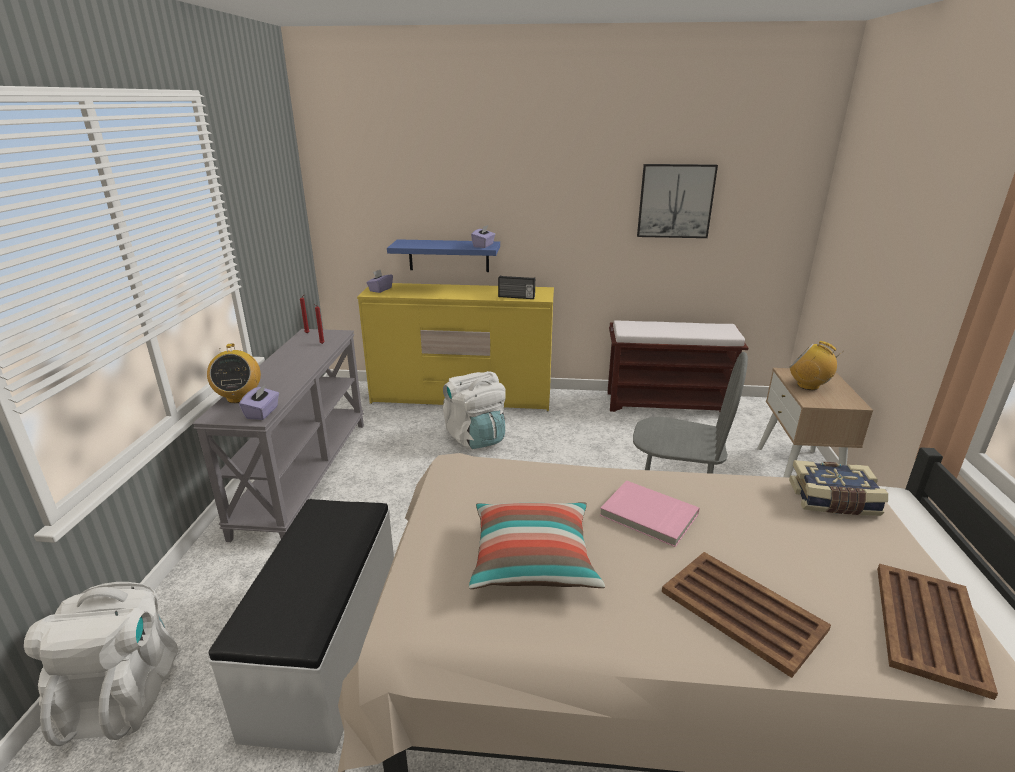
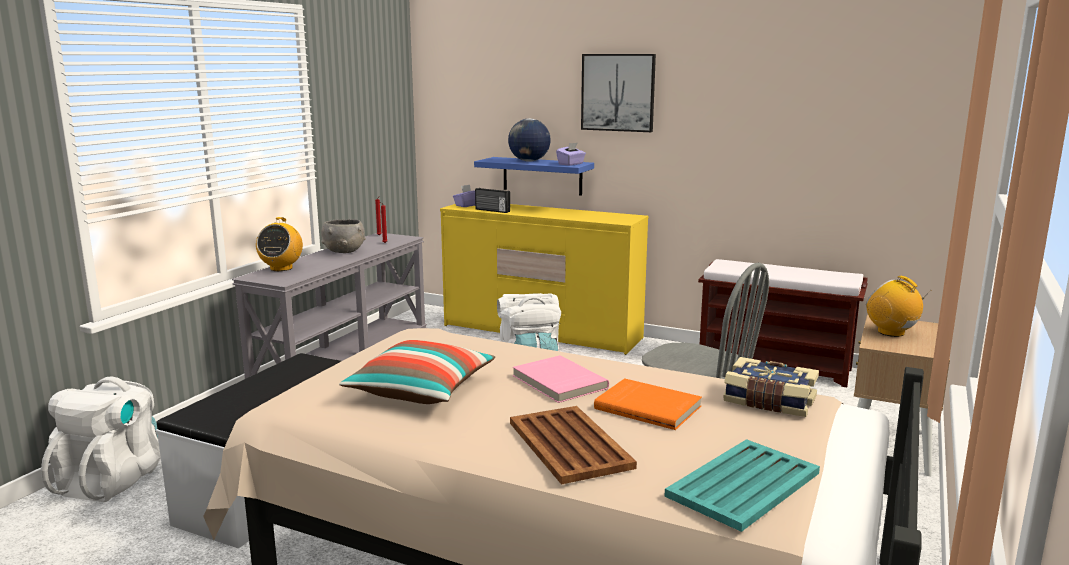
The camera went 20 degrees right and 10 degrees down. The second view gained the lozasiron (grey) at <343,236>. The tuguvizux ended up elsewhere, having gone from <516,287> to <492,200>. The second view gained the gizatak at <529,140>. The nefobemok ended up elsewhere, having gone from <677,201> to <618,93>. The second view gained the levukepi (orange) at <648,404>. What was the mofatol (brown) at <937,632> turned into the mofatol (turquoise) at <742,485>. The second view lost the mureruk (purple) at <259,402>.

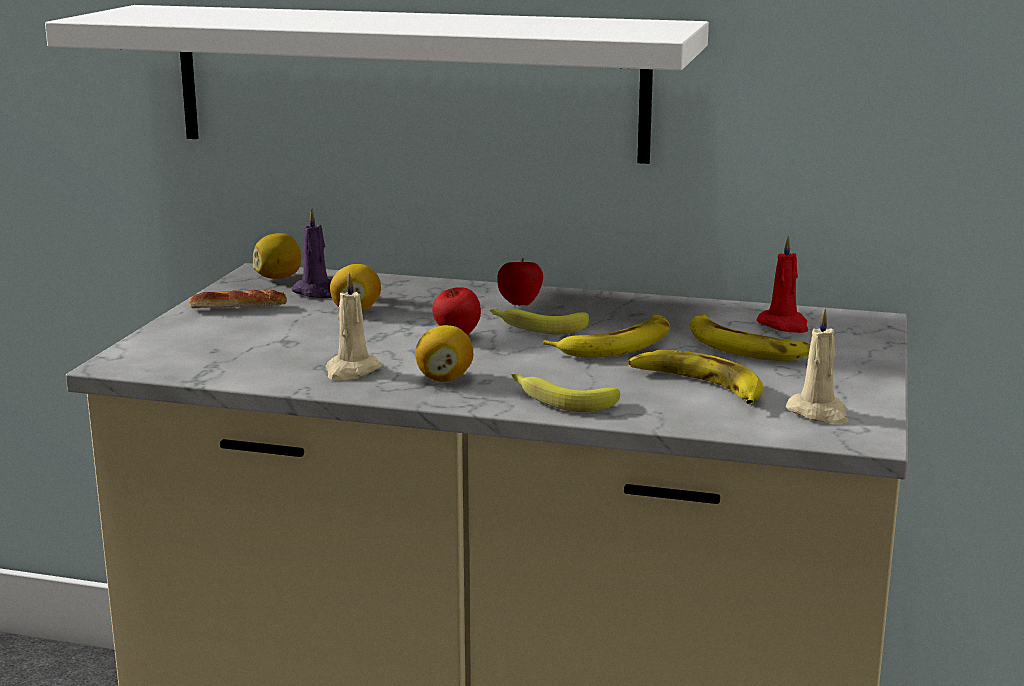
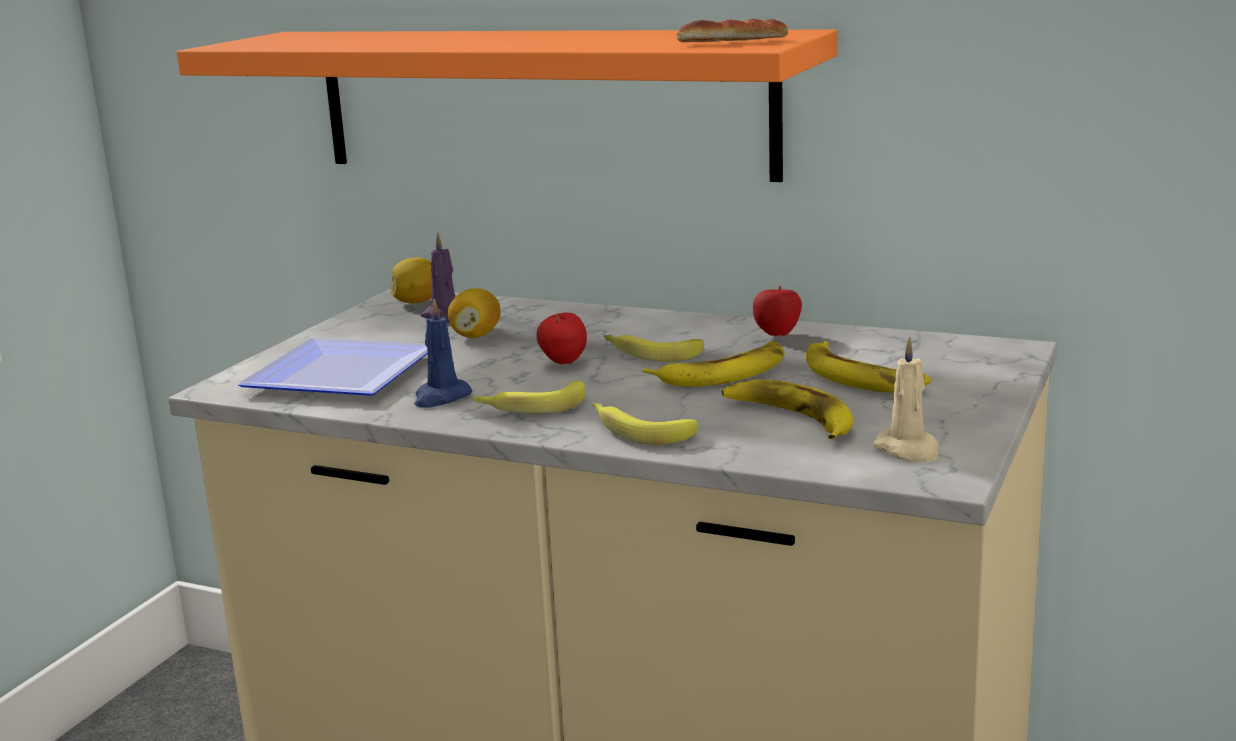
The camera went 10 degrees right and 0 degrees up. What was the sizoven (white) at <377,84> turned into the sizoven (orange) at <507,105>. The second view gained the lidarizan at <332,367>. What was the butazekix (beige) at <354,327> turned into the butazekix (blue) at <443,353>. Where the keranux stood at <444,353>, the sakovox came to stand at <529,397>. The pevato ended up elsewhere, having gone from <238,299> to <732,31>. The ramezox ended up elsewhere, having gone from <520,281> to <777,311>. The second view lost the butazekix (red) at <782,284>.

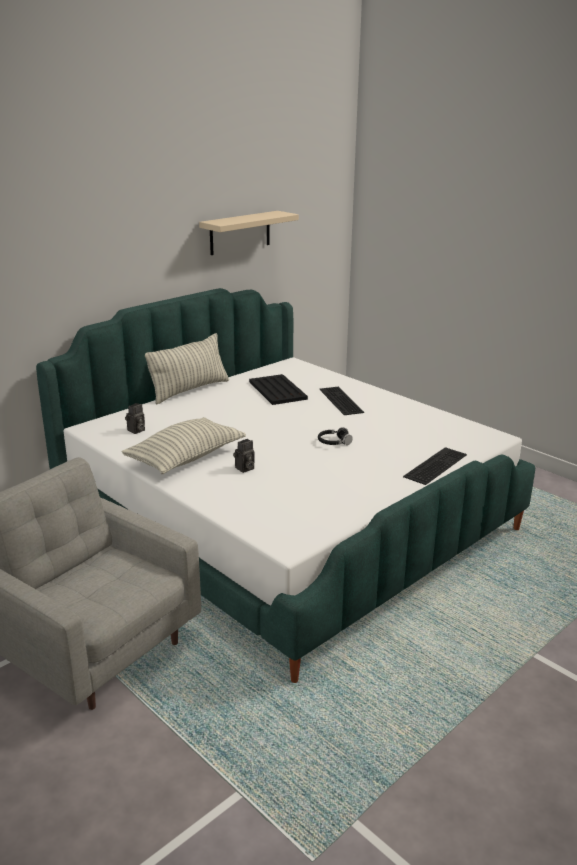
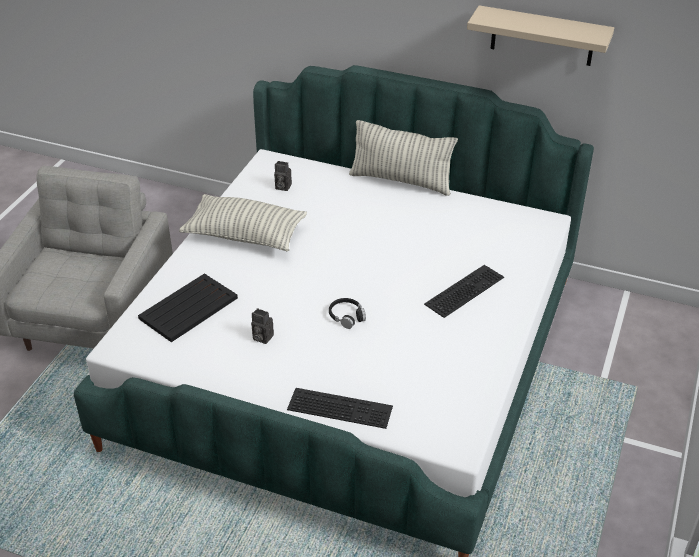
The camera went 65 degrees right and 15 degrees up. The mofatol (black) ended up elsewhere, having gone from <278,389> to <188,307>. The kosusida ended up elsewhere, having gone from <243,456> to <262,326>.

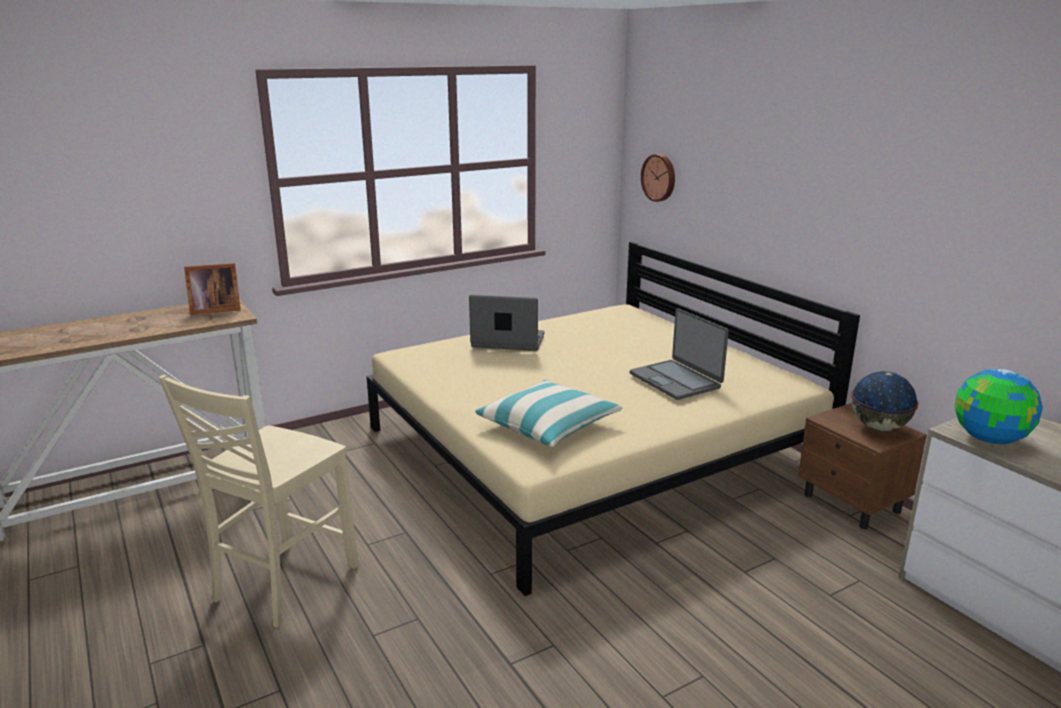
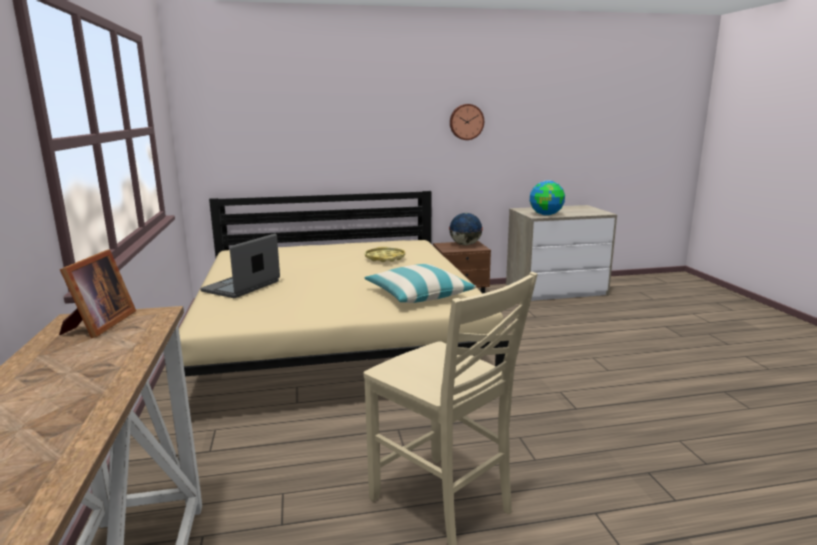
The camera went 70 degrees left and 5 degrees down. Where the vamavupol stood at <679,354>, the mofatol (yellow) came to stand at <385,254>. The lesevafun ended up elsewhere, having gone from <658,178> to <467,122>.

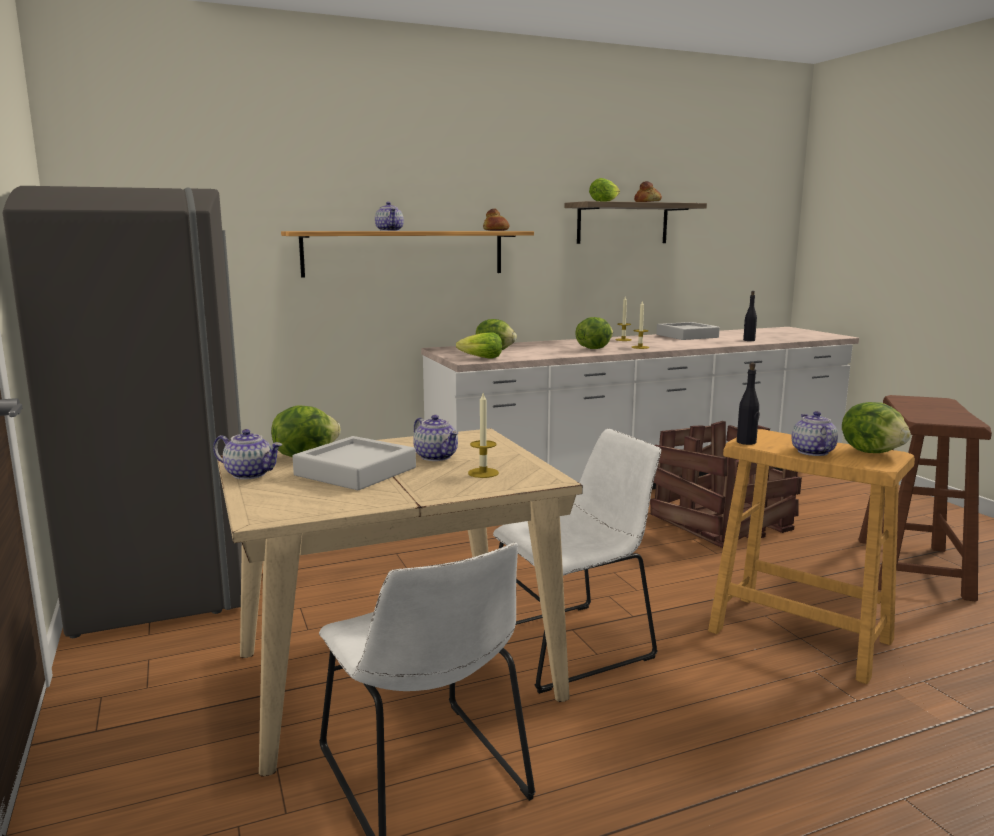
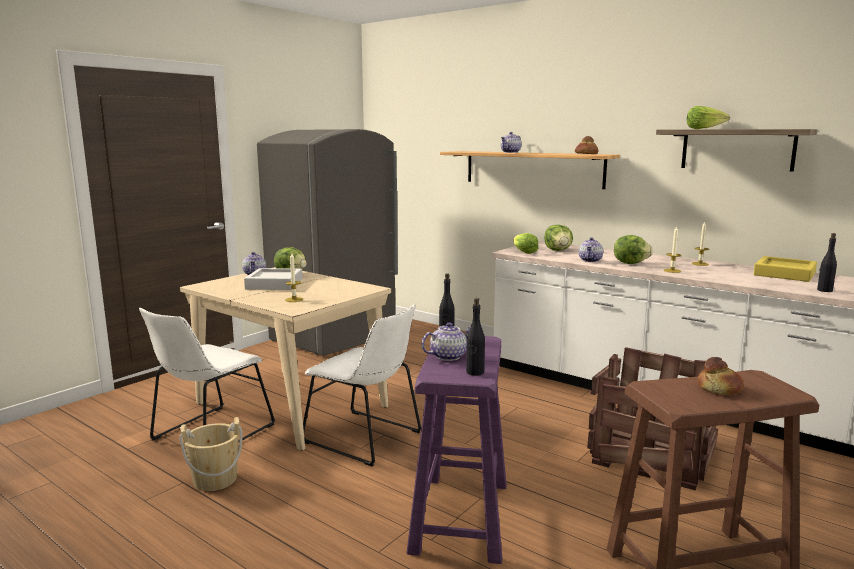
The camera went 60 degrees right and 0 degrees up. The second view gained the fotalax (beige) at <210,454>. What was the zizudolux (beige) at <811,556> turned into the zizudolux (purple) at <456,450>. Where the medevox stood at <876,427>, the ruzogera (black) came to stand at <475,337>. The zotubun ended up elsewhere, having gone from <435,438> to <591,249>. The pevato ended up elsewhere, having gone from <648,191> to <720,376>. What was the mofatol (grey) at <688,331> turned into the mofatol (yellow) at <785,269>.

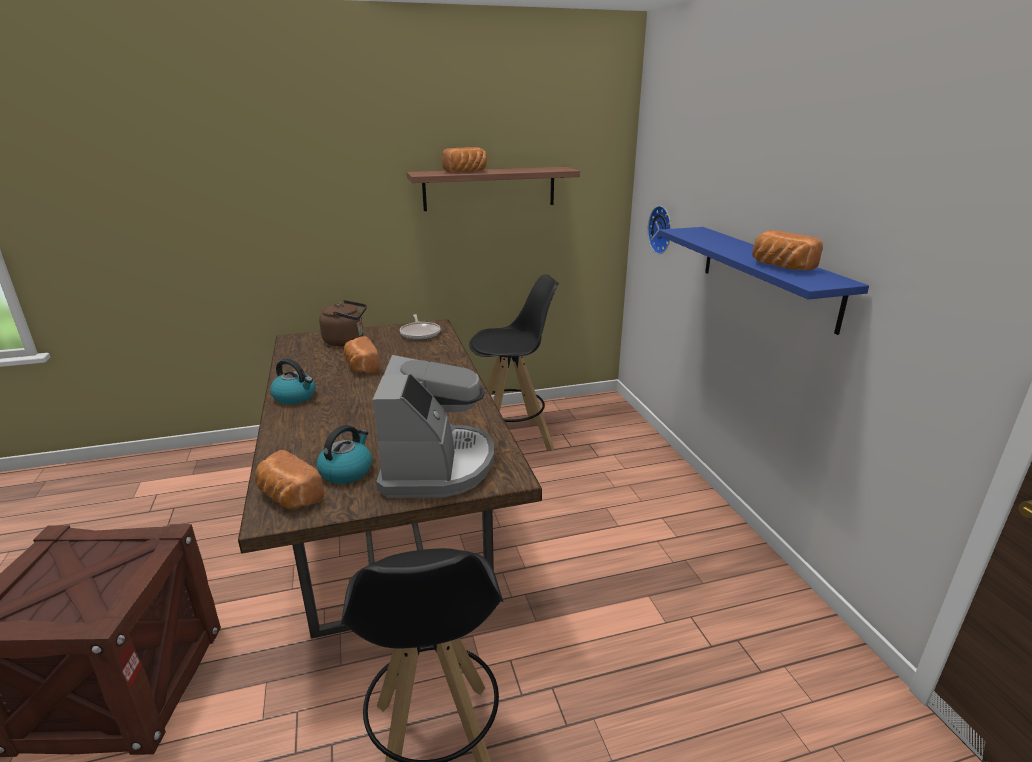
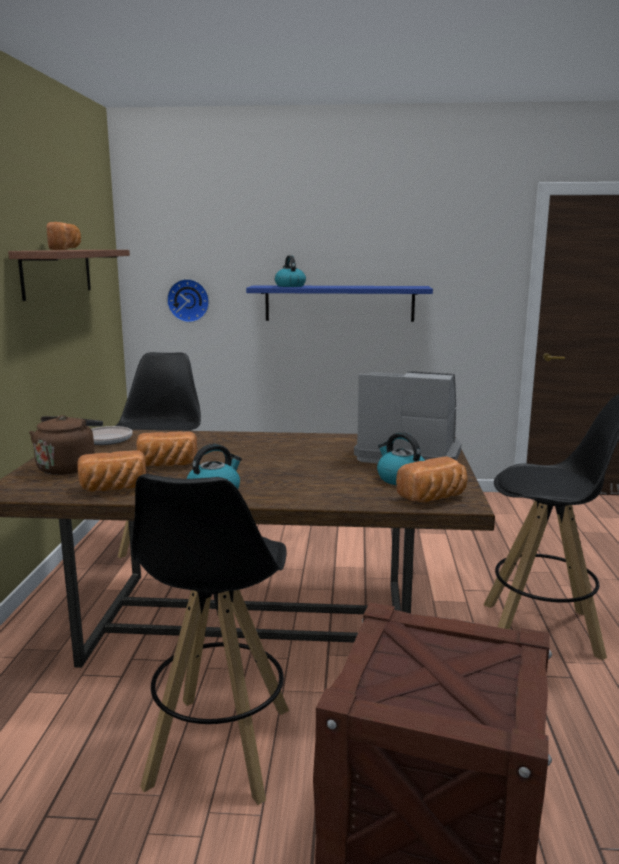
The camera went 70 degrees left and 10 degrees down. The pevato ended up elsewhere, having gone from <788,250> to <111,471>. The second view gained the zizudolux (black) at <210,639>. The second view gained the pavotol at <290,271>.

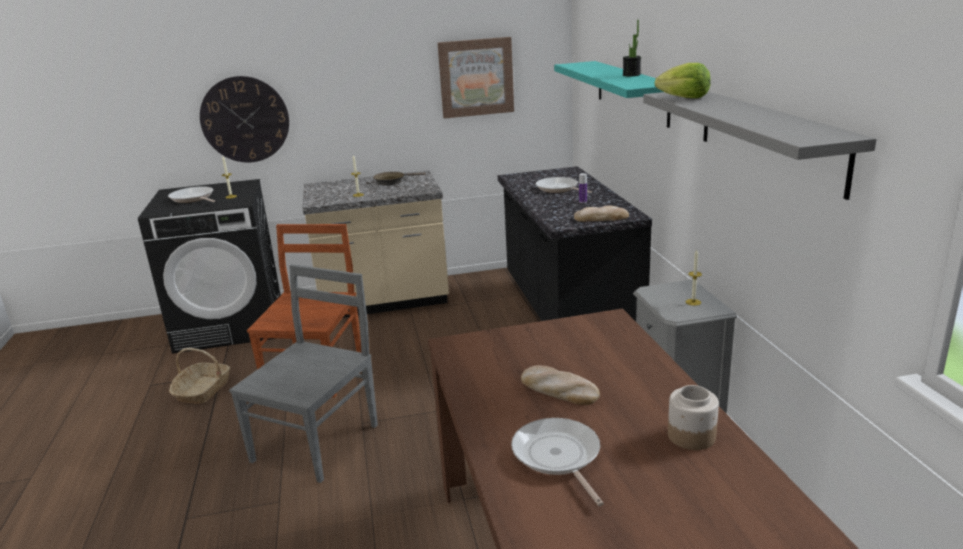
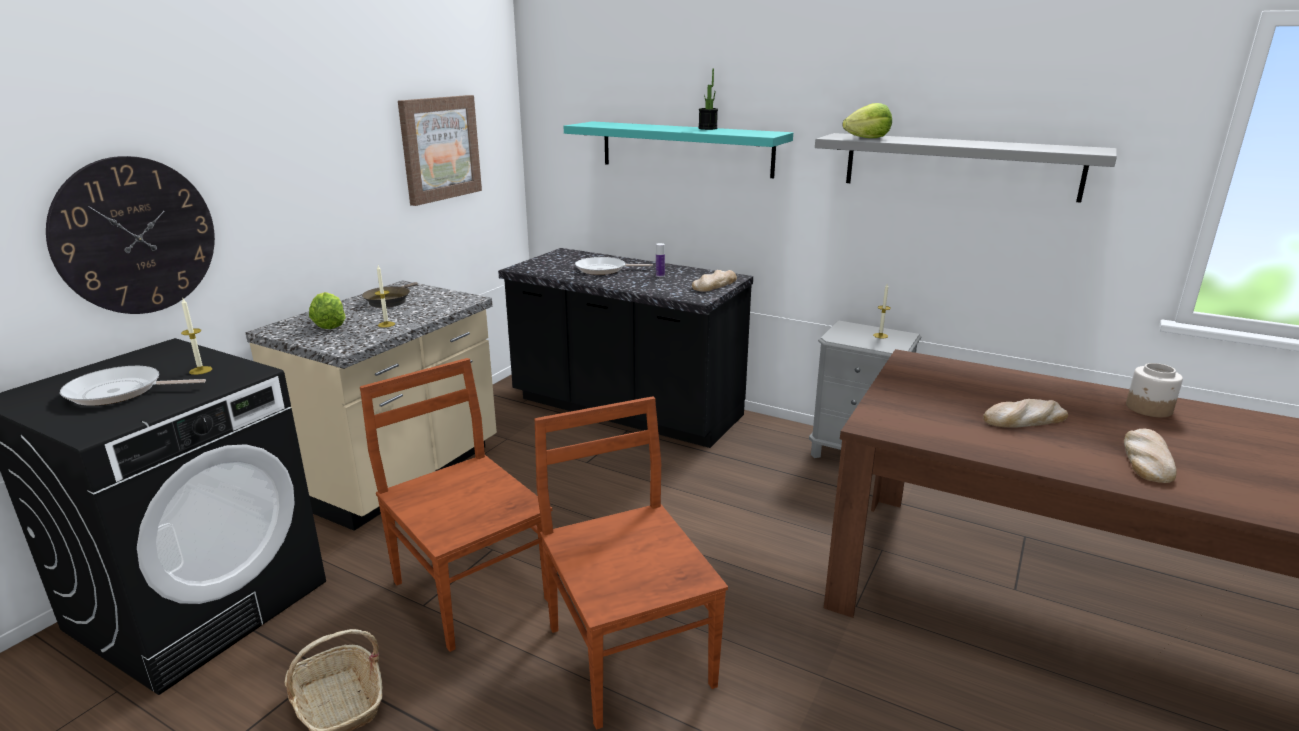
The camera went 50 degrees left and 0 degrees up. The second view gained the medevox at <327,310>. What was the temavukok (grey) at <303,373> turned into the temavukok (brown) at <631,562>. Where the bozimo stood at <557,462>, the pevato came to stand at <1150,455>.

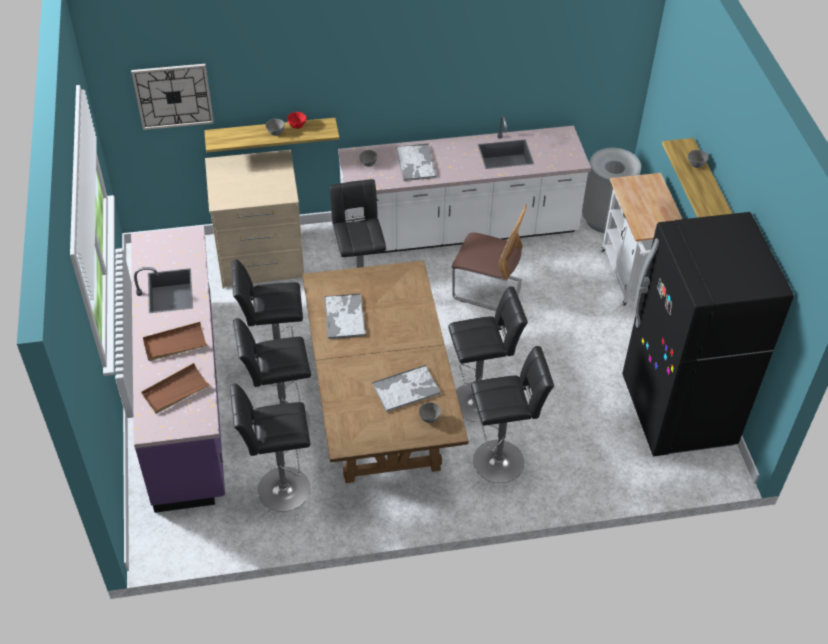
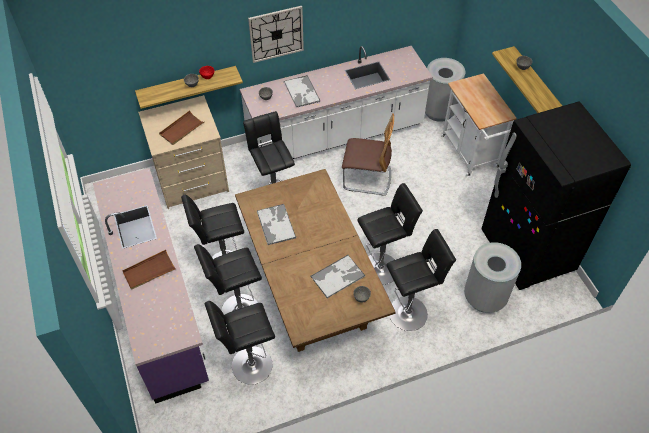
The camera went 10 degrees left and 5 degrees up. The mofatol (brown) ended up elsewhere, having gone from <176,388> to <181,127>. The lesevafun ended up elsewhere, having gone from <172,97> to <276,34>. The second view gained the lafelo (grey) at <492,277>.

